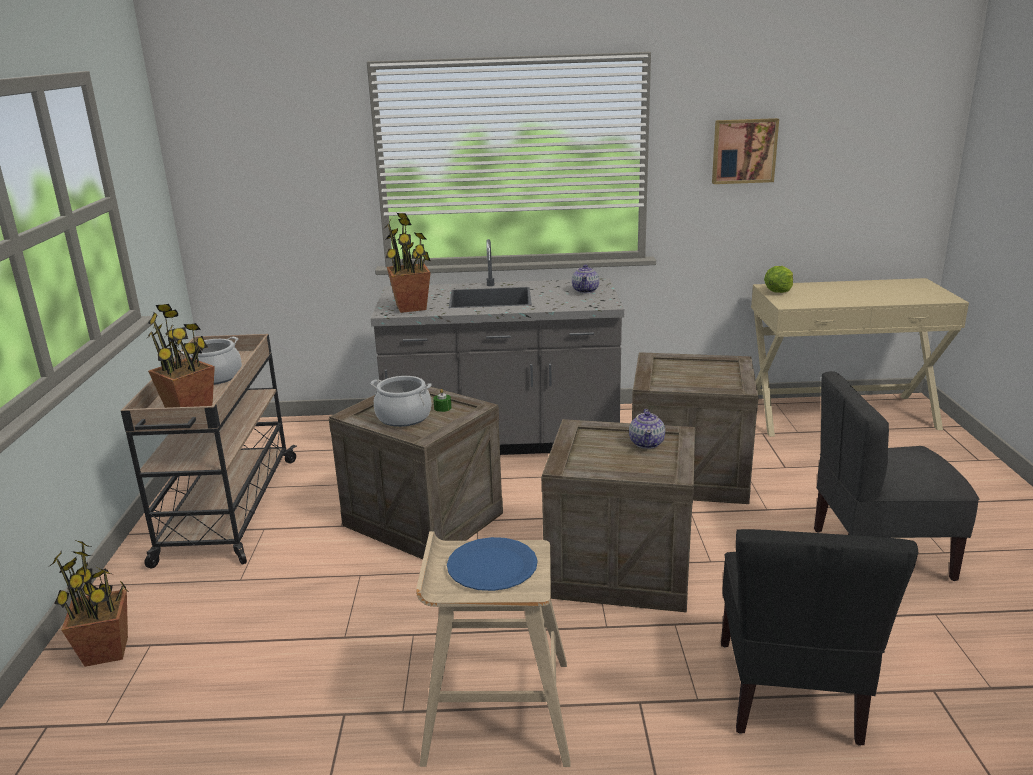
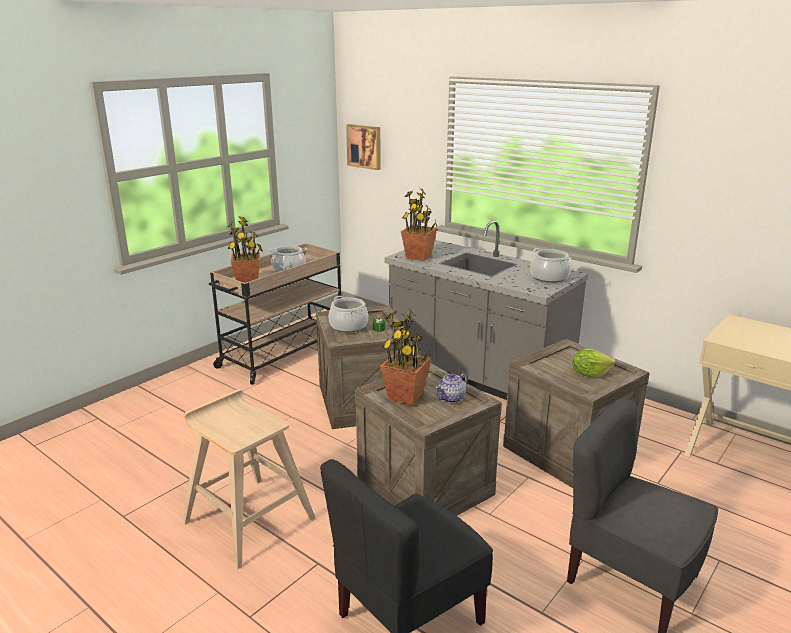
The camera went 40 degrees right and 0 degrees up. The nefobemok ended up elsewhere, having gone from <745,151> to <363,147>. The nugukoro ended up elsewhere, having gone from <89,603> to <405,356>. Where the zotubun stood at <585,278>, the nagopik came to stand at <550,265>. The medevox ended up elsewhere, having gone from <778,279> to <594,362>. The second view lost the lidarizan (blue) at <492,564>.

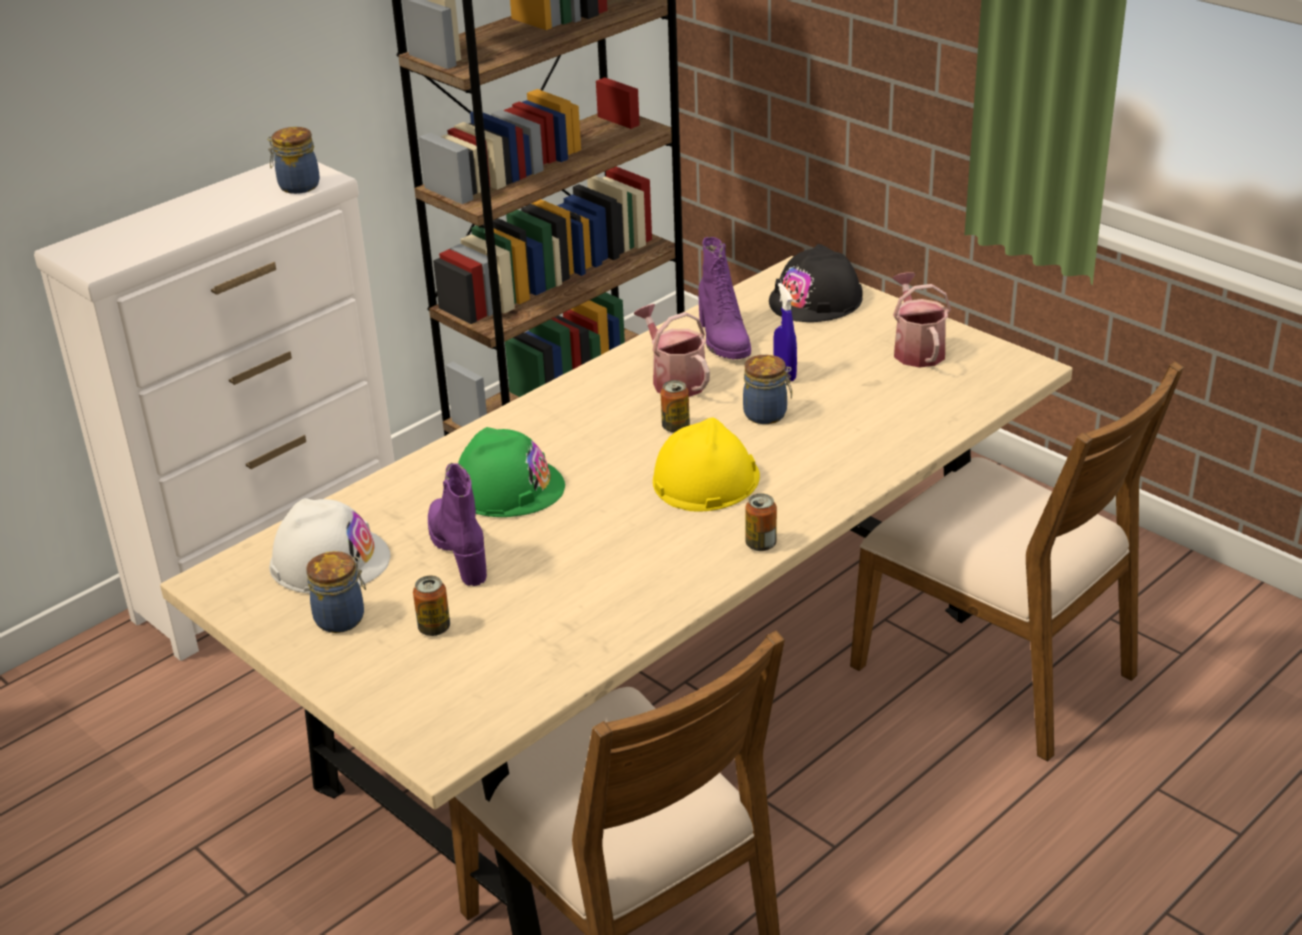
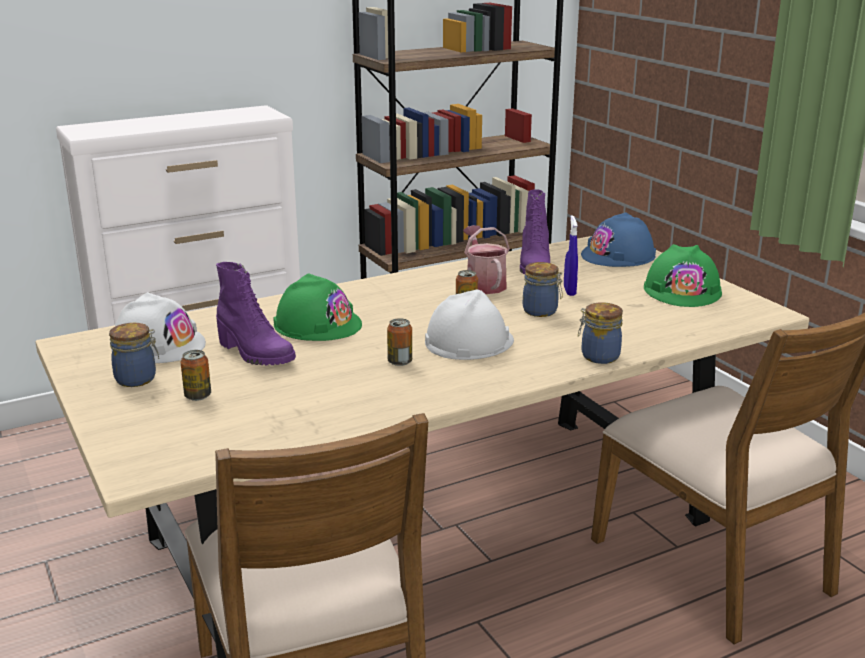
The camera went 15 degrees right and 10 degrees down. The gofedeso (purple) at <457,524> ended up facing another way, 135 degrees clockwise from before. The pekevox ended up elsewhere, having gone from <761,522> to <399,342>. What was the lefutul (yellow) at <706,464> turned into the lefutul (white) at <469,325>. The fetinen ended up elsewhere, having gone from <293,160> to <600,333>. What was the lefutul (black) at <816,283> turned into the lefutul (blue) at <618,239>. Where the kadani stood at <921,320>, the lefutul (green) came to stand at <683,275>.

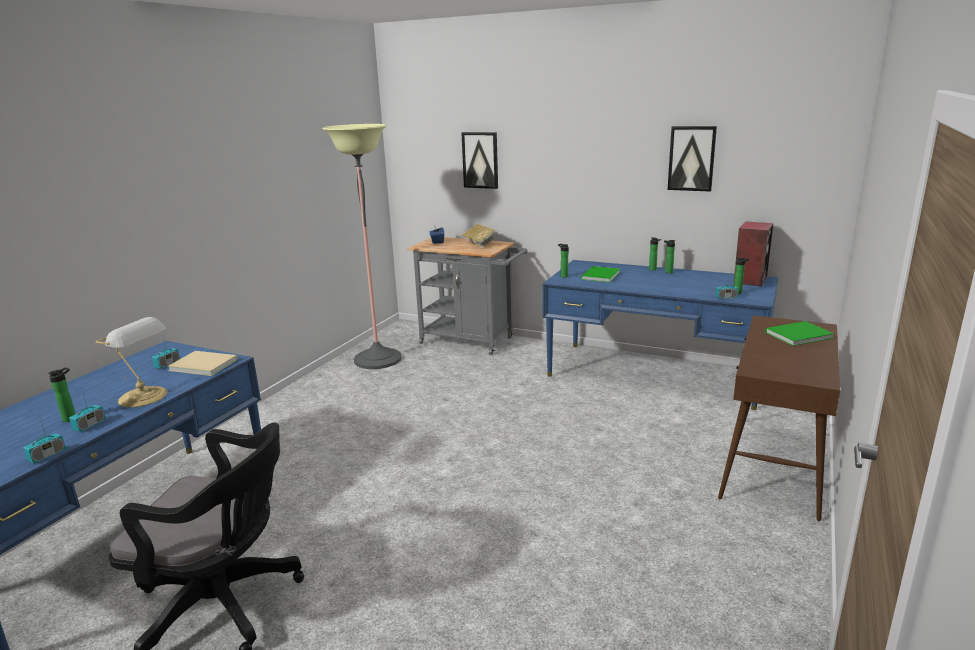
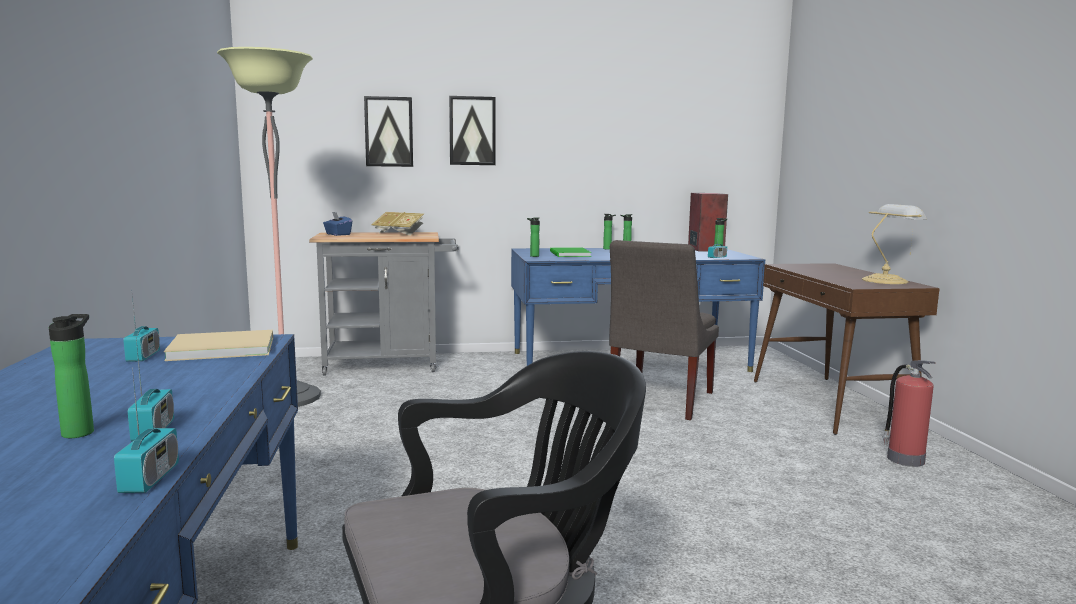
The camera went 35 degrees left and 10 degrees down. The nefobemok ended up elsewhere, having gone from <692,159> to <472,130>. The second view gained the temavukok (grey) at <664,330>. The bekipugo ended up elsewhere, having gone from <131,362> to <894,244>. The second view gained the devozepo at <909,413>. The second view lost the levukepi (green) at <799,333>.

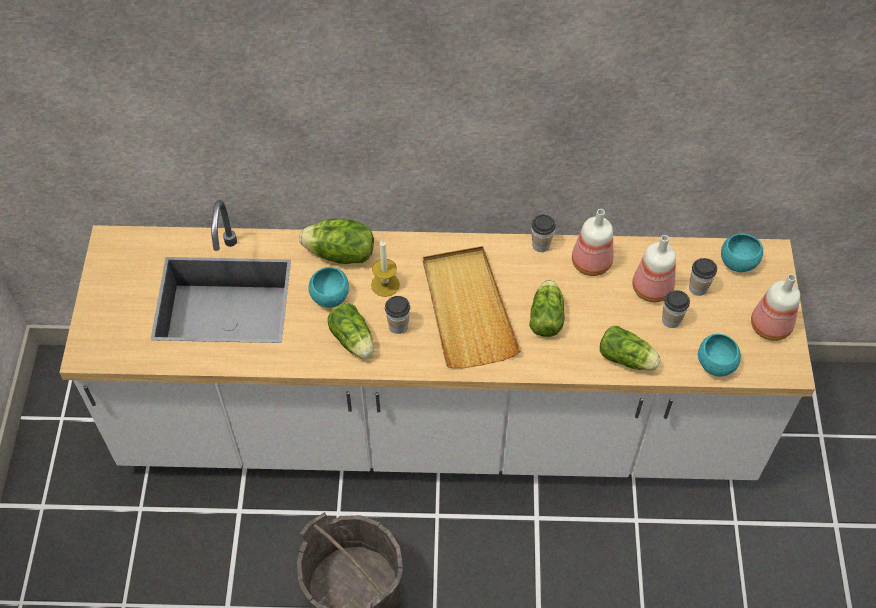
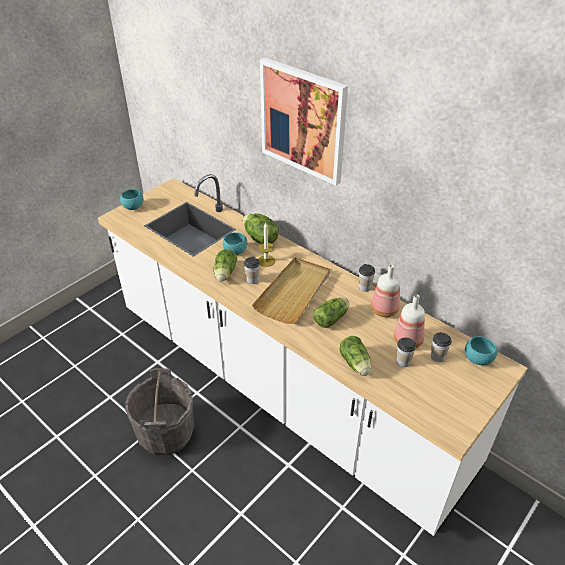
The camera went 40 degrees right and 15 degrees down. The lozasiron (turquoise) ended up elsewhere, having gone from <719,355> to <132,199>. The second view gained the nefobemok at <304,121>. The second view lost the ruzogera at <775,307>.

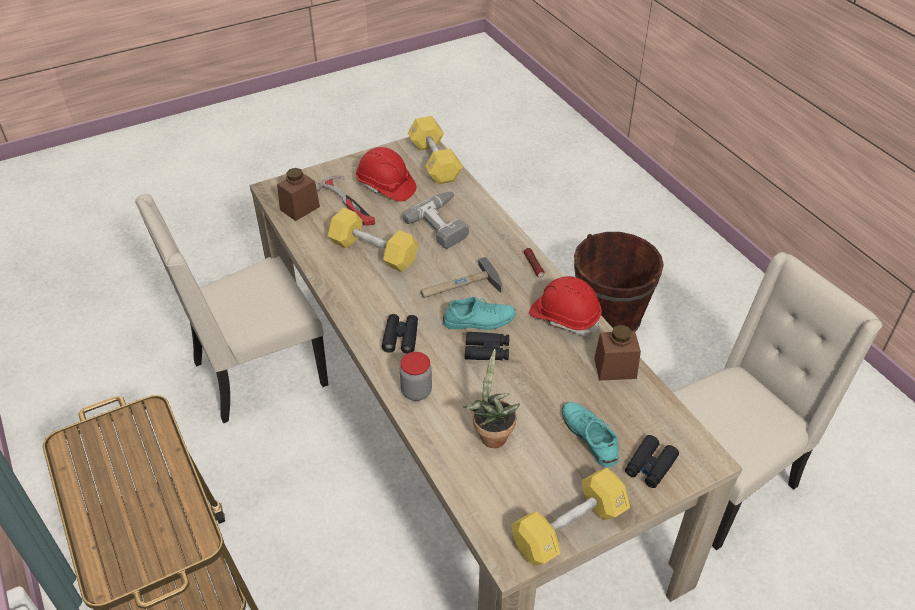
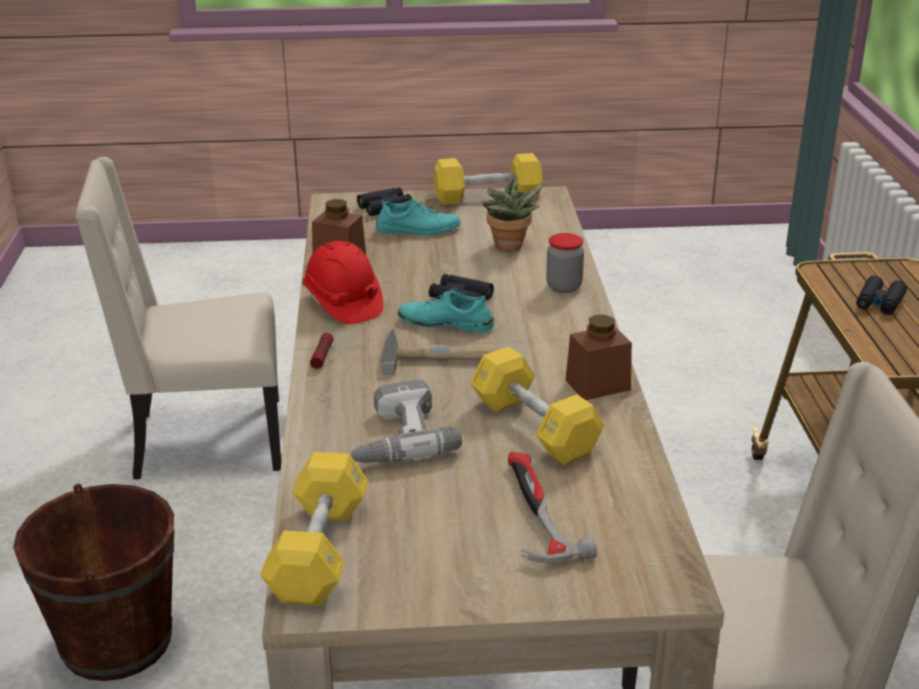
The camera went 155 degrees left and 15 degrees down. The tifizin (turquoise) at <590,434> ended up facing another way, 90 degrees counterclockwise from before. The fetinen (brown) ended up elsewhere, having gone from <298,194> to <598,357>. The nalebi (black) ended up elsewhere, having gone from <400,334> to <881,295>. The second view lost the lefutul (red) at <386,174>.

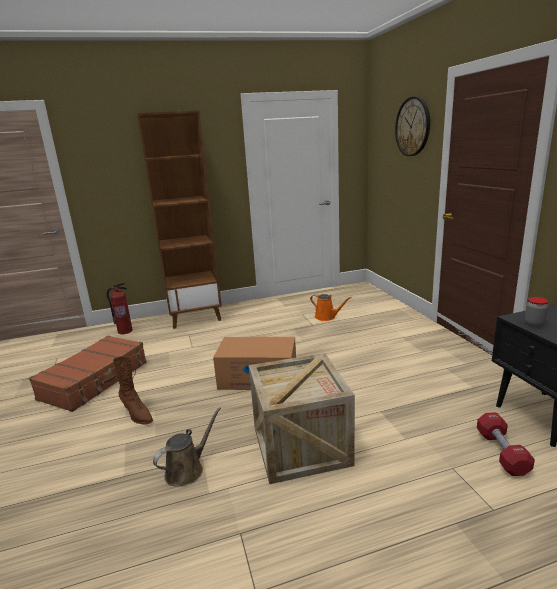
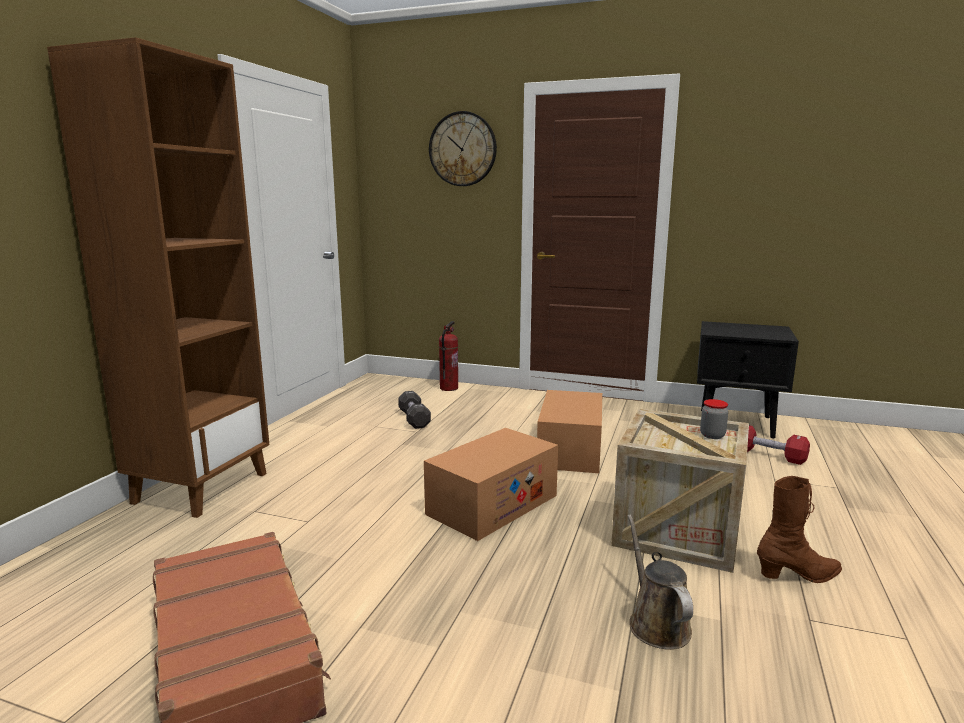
The camera went 55 degrees left and 5 degrees down. Where the kadani (orange) stood at <331,307>, the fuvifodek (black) came to stand at <414,410>. The devozepo ended up elsewhere, having gone from <120,308> to <448,356>. The second view gained the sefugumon at <569,431>. The fetinen ended up elsewhere, having gone from <536,312> to <714,419>. The gofedeso (brown) ended up elsewhere, having gone from <133,390> to <799,529>.

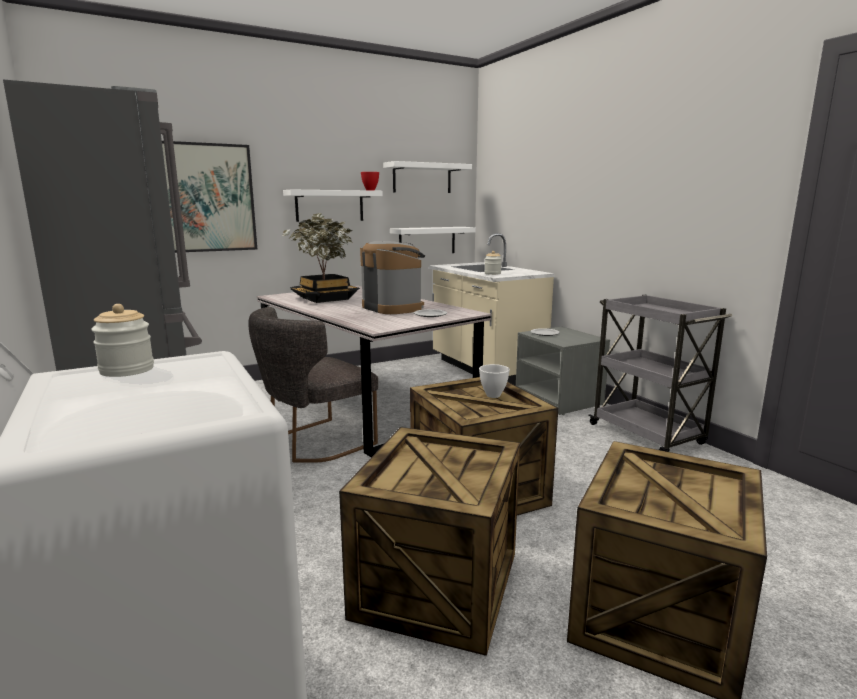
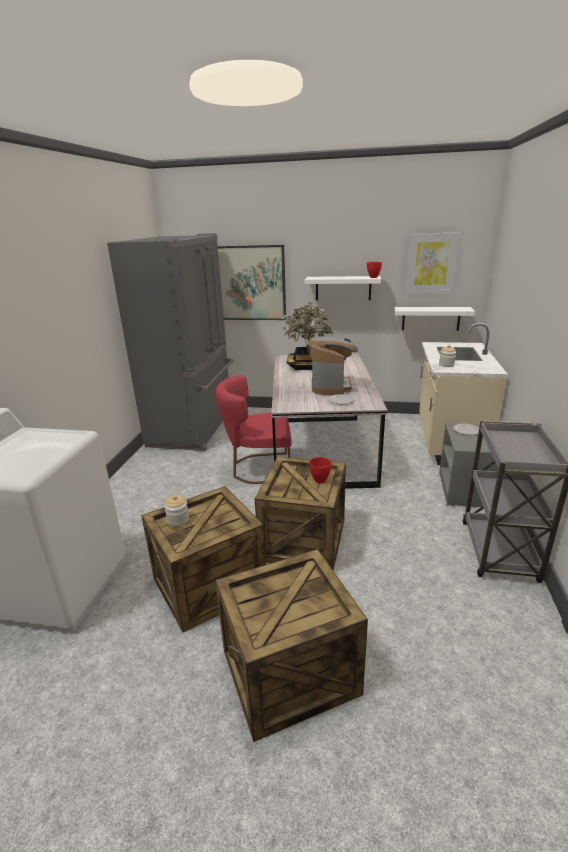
The camera went 40 degrees right and 10 degrees up. The fetinen ended up elsewhere, having gone from <122,340> to <176,511>. What was the temavukok (grey) at <313,385> turned into the temavukok (red) at <253,429>. What was the lozasiron (white) at <494,381> turned into the lozasiron (red) at <320,470>. Where the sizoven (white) hung at <427,177>, the nefobemok came to hang at <432,262>.

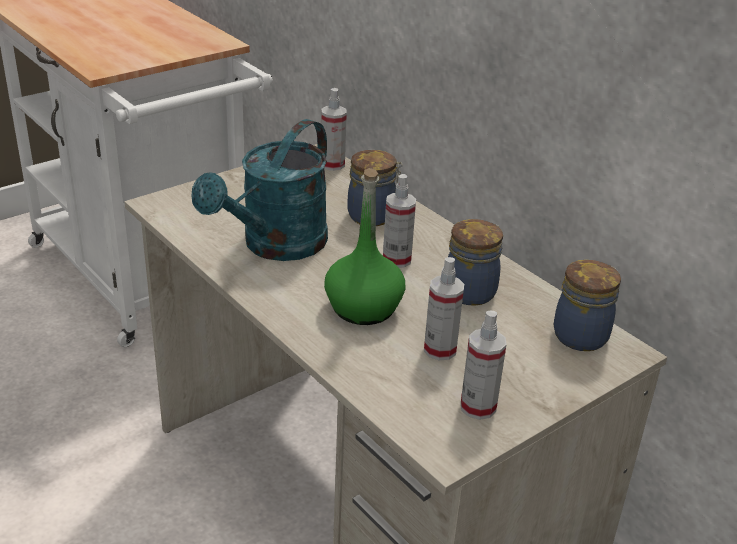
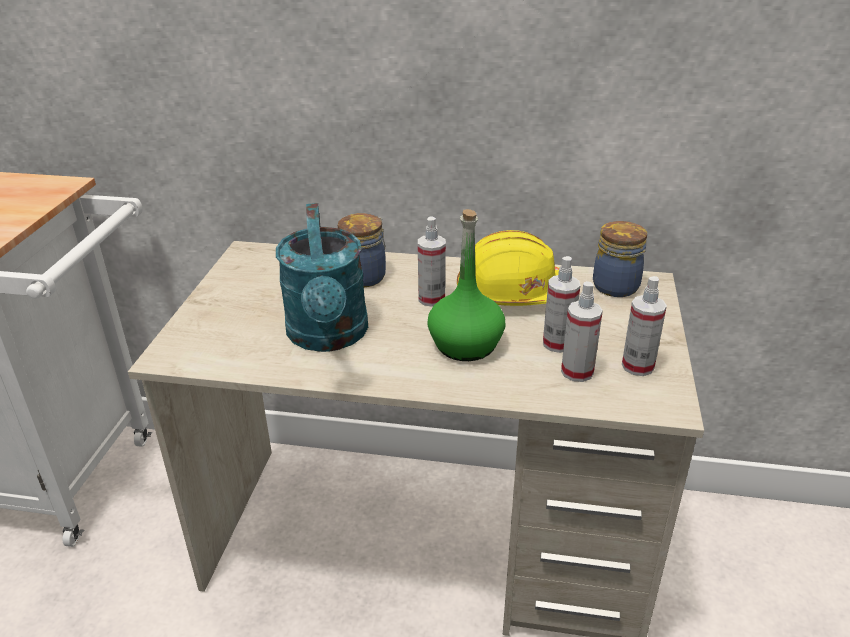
The camera went 40 degrees left and 0 degrees up. Where the fetinen stood at <475,262>, the lefutul (yellow) came to stand at <508,268>. The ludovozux ended up elsewhere, having gone from <334,129> to <582,331>.

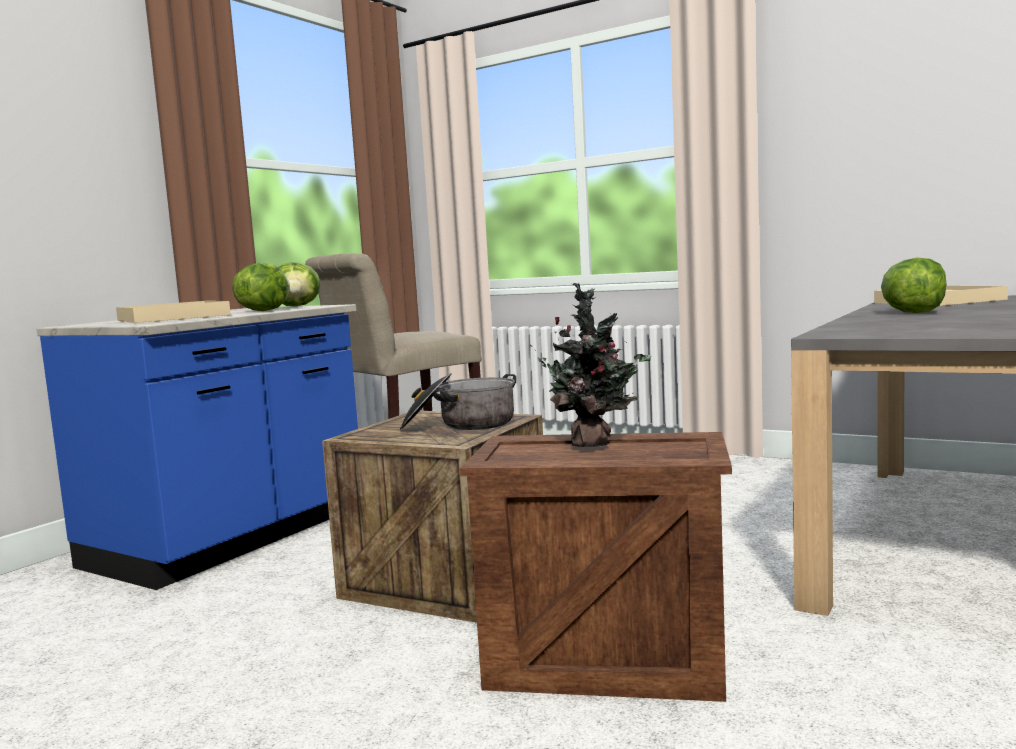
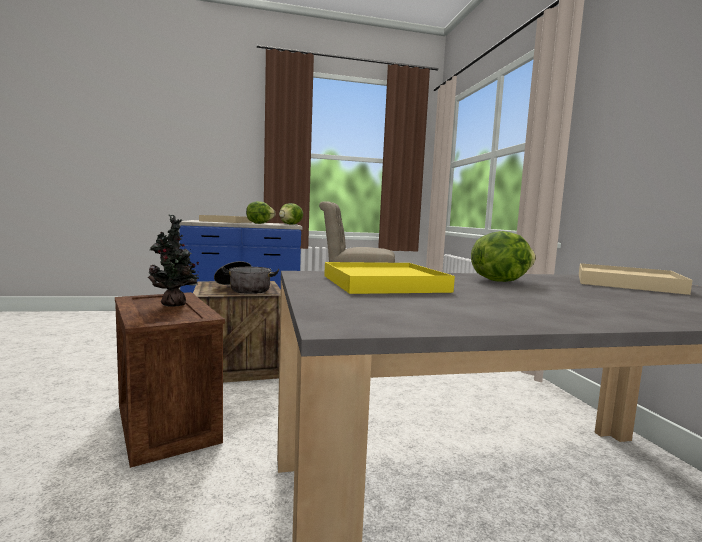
The camera went 45 degrees right and 0 degrees up. The second view gained the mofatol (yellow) at <389,278>.

